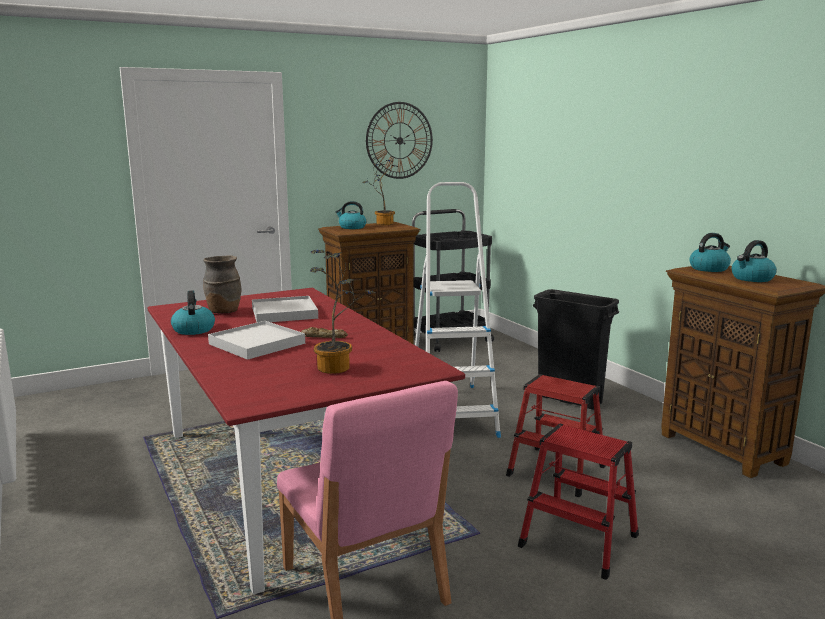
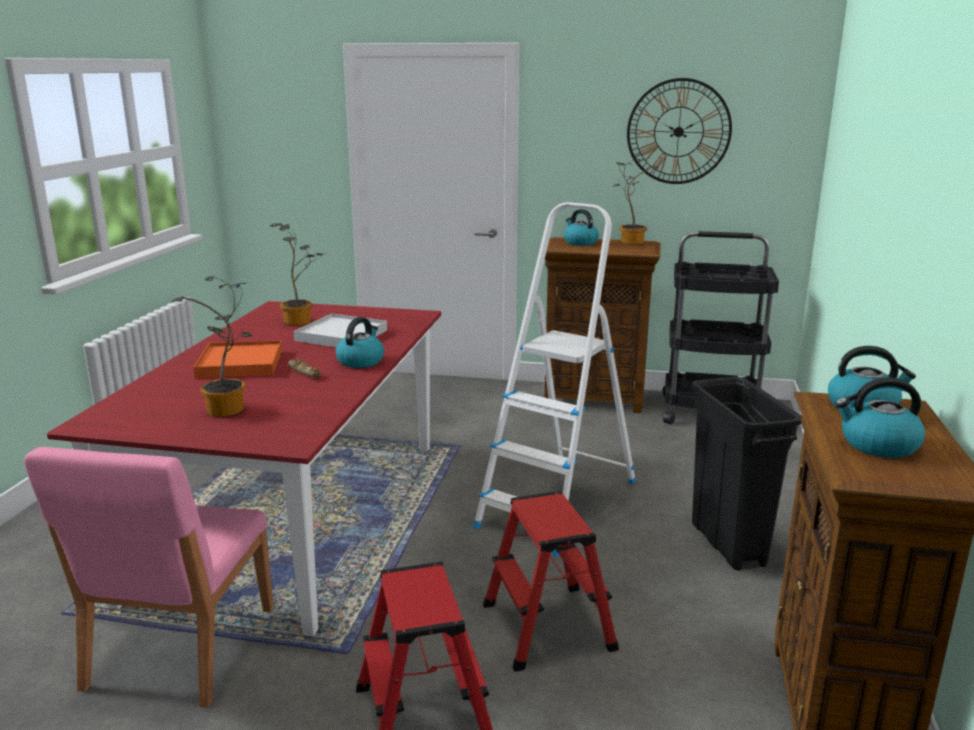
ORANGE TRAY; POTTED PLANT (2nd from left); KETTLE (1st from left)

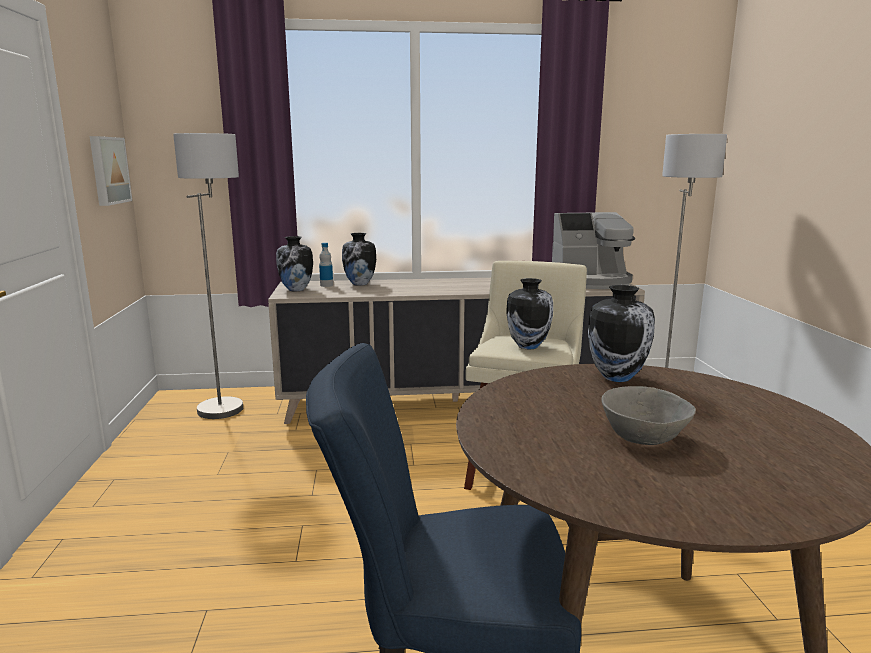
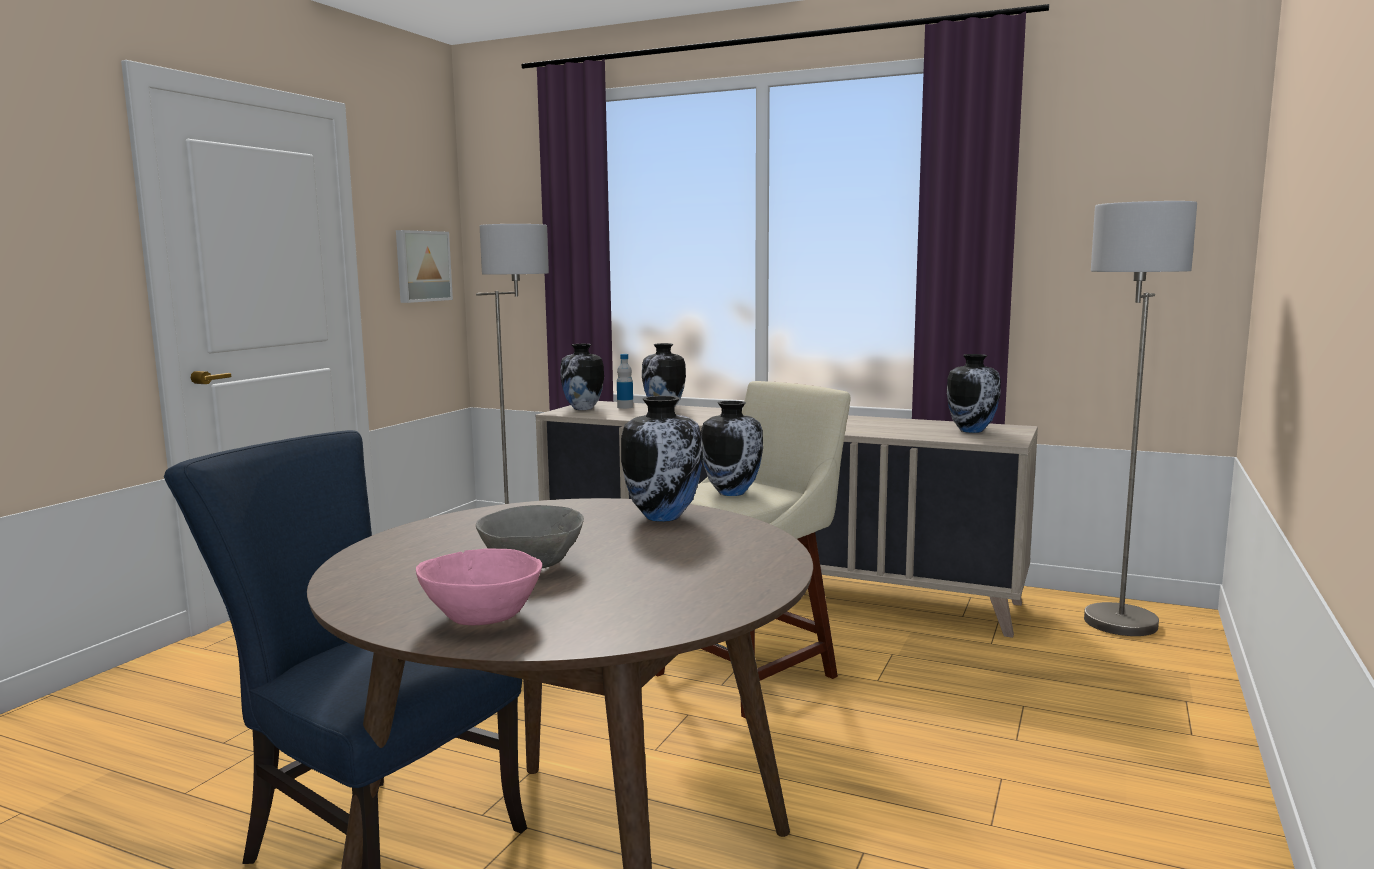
PINK BOWL; VASE (5th from left)

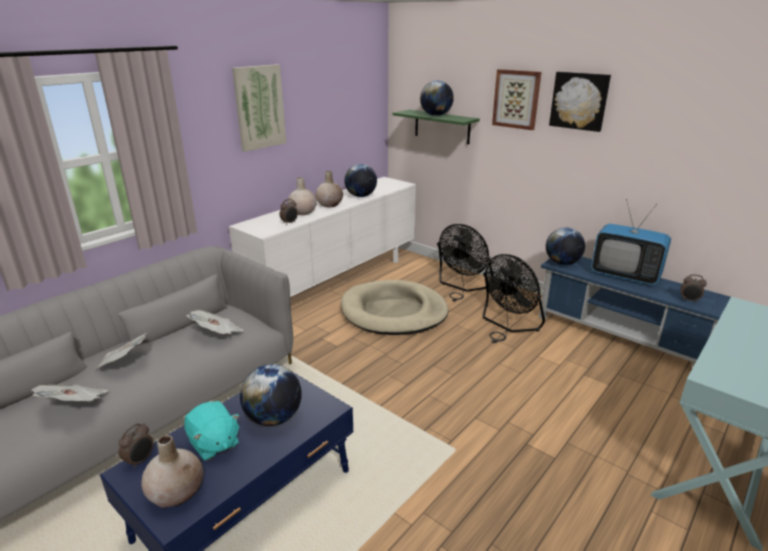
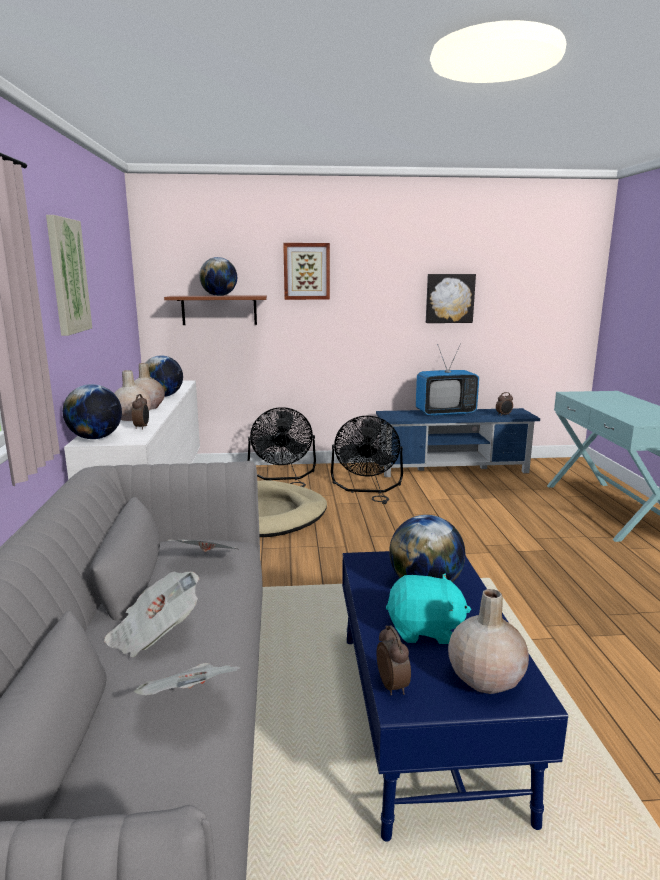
GLOBE (1st from left); BROWN SHELF; PICTURE (3rd from left)

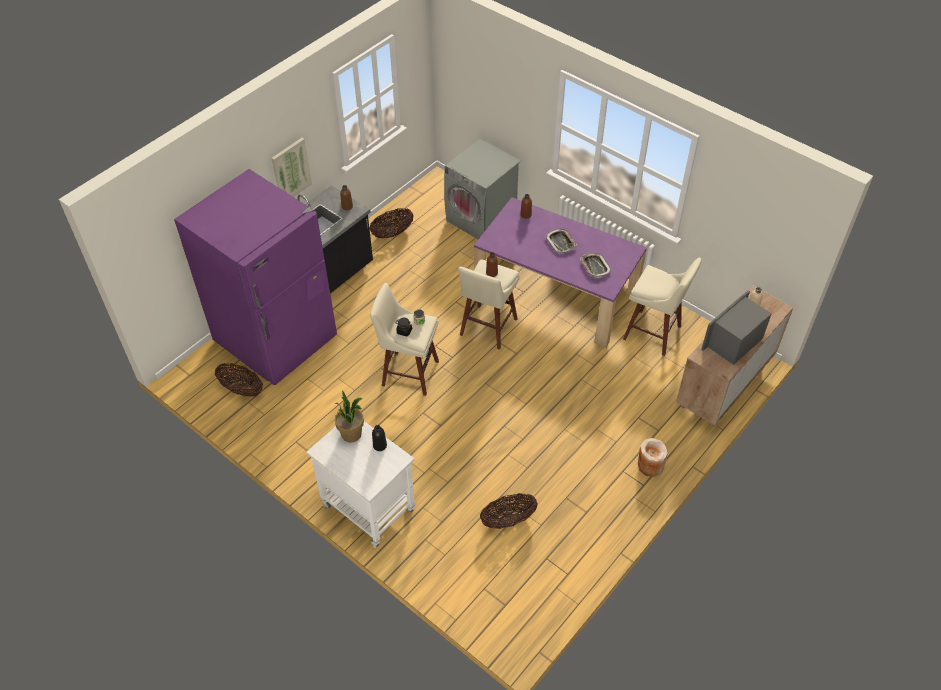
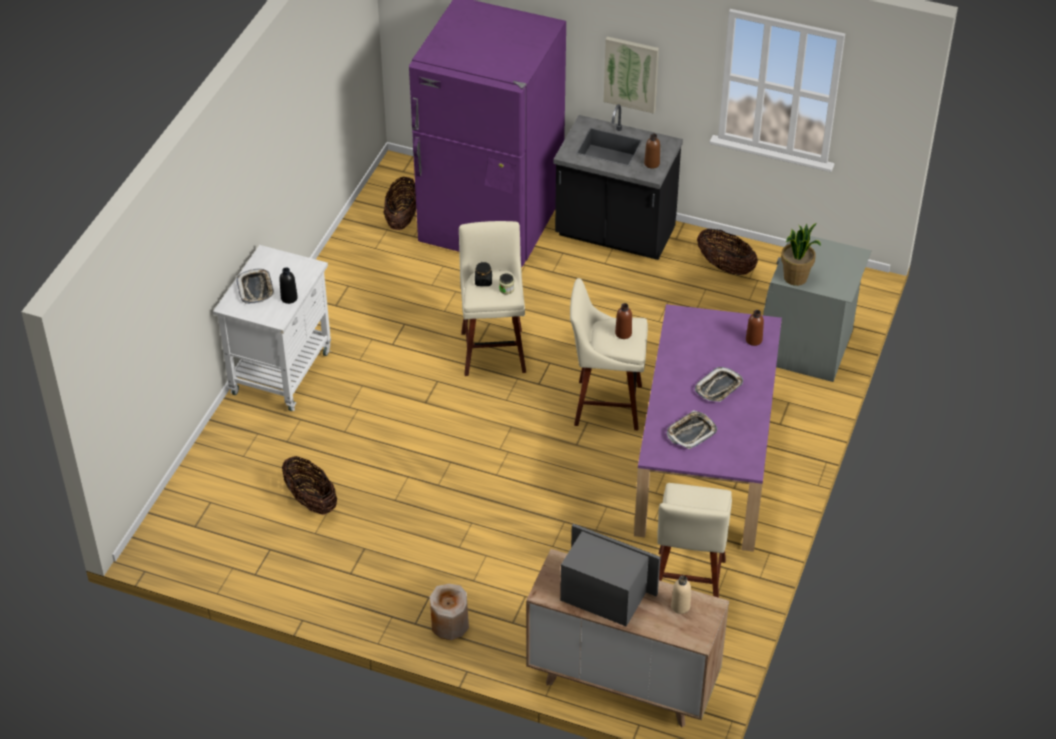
TRAY (1st from left); POTTED PLANT

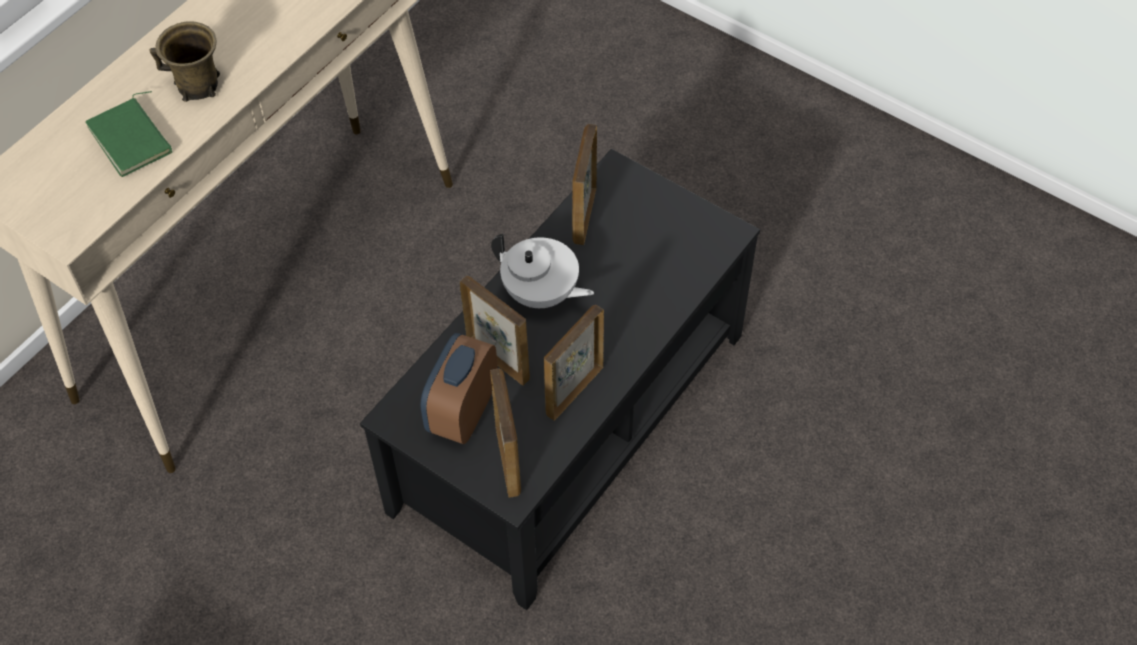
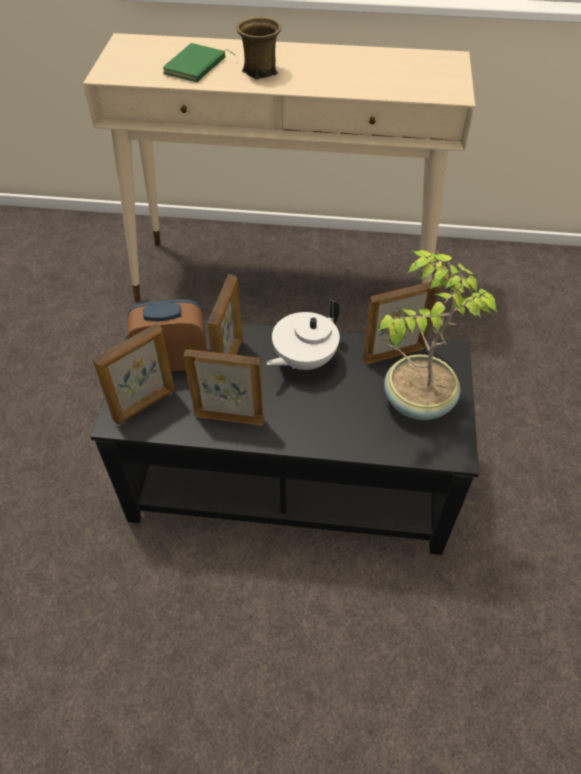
WHITE TEAPOT; POTTED PLANT

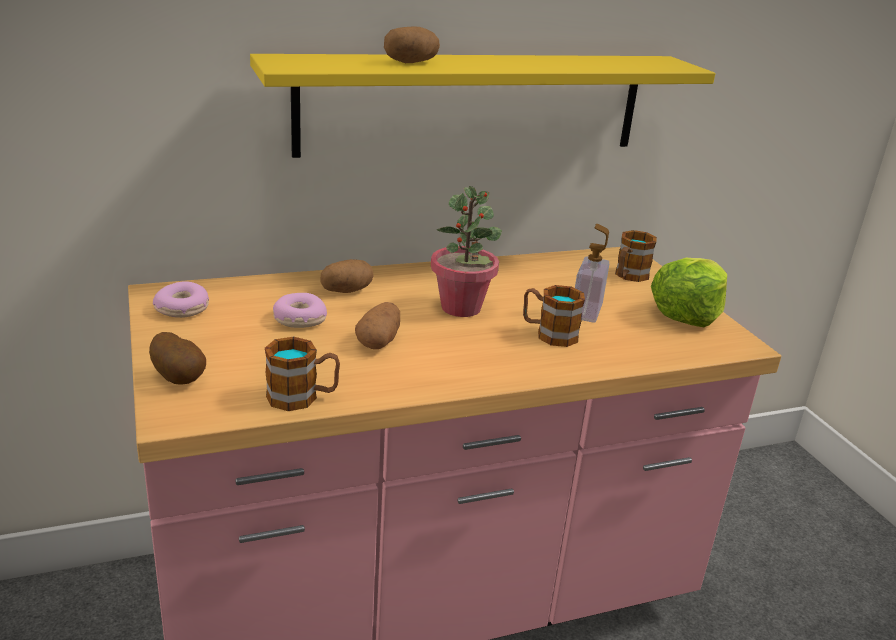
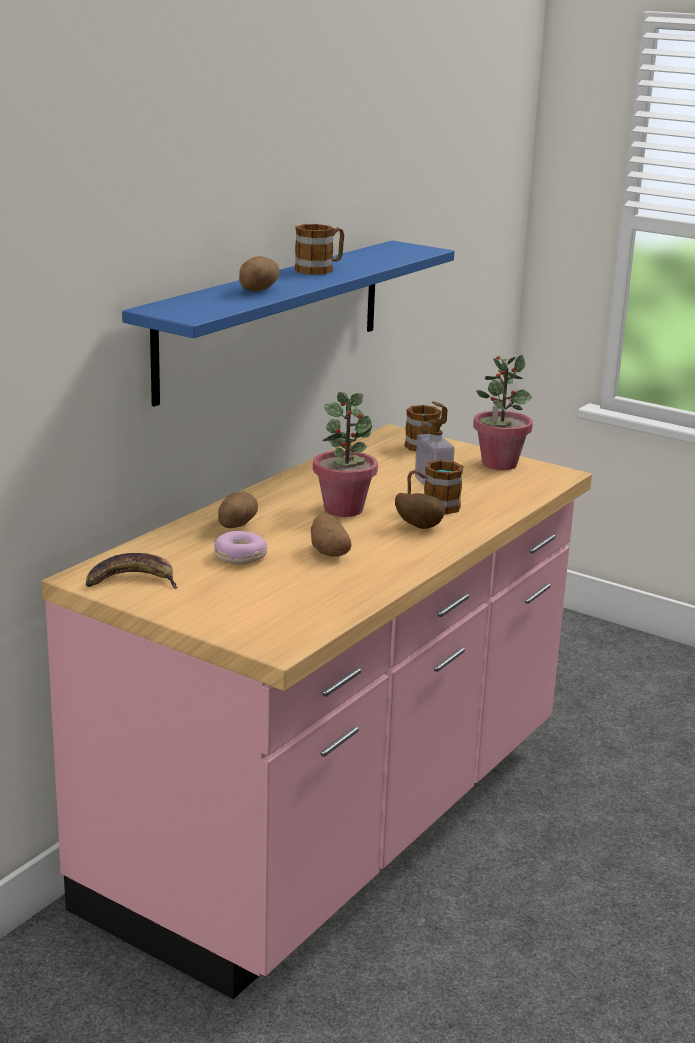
BANANA; BLUE SHELF; MUG (1st from left); POTATO (4th from left); POTTED PLANT (2nd from left)

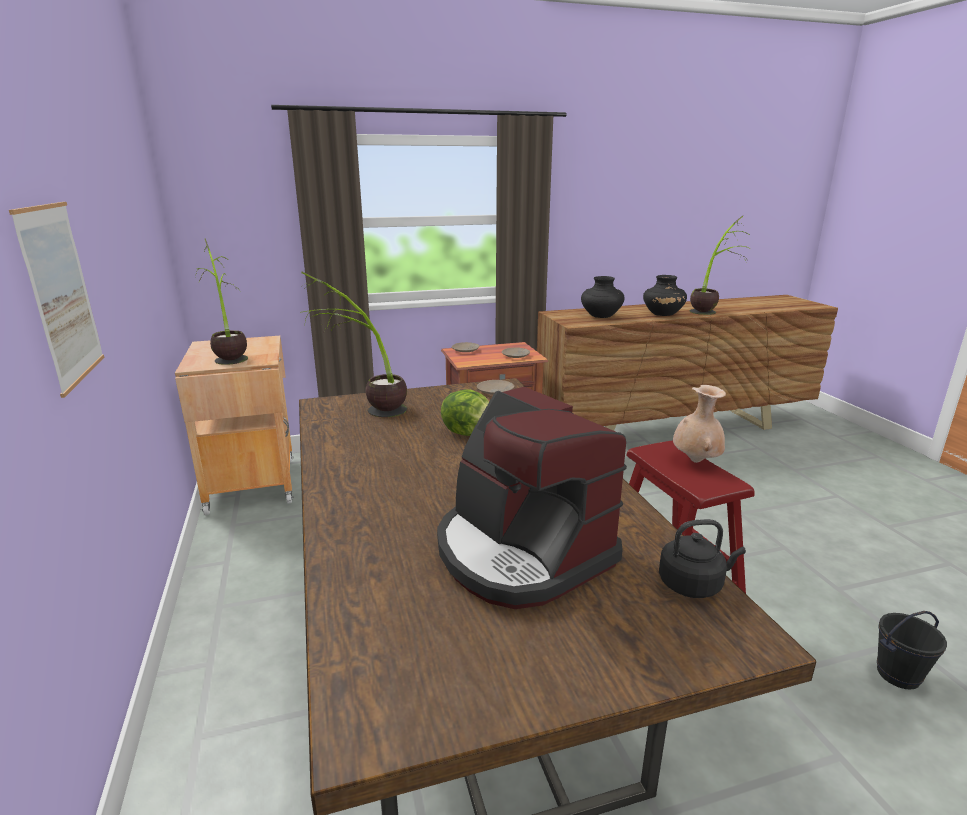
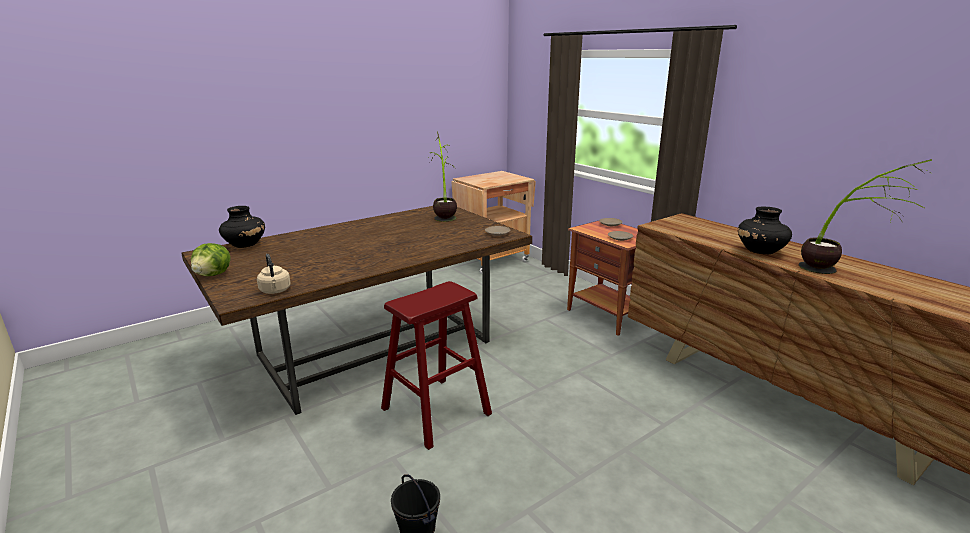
LETTUCE; BLACK VASE (1st from left); BEIGE KETTLE; PICTURE; POTTED PLANT (1st from left in the first image); COFFEE MACHINE; BEIGE VASE

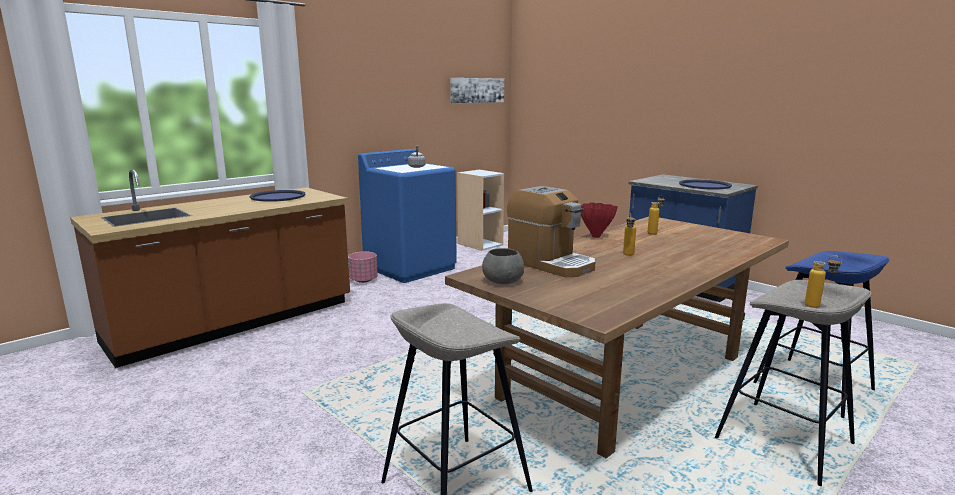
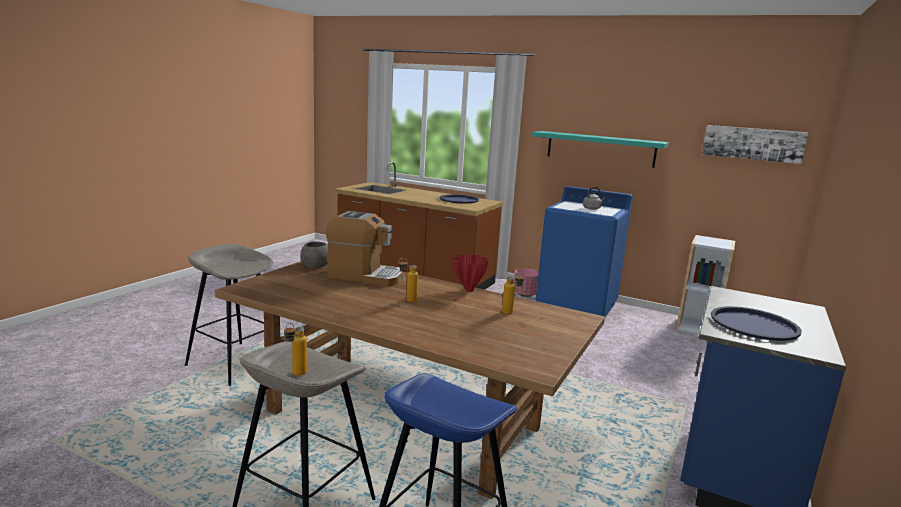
COFFEE MACHINE; TURQUOISE SHELF

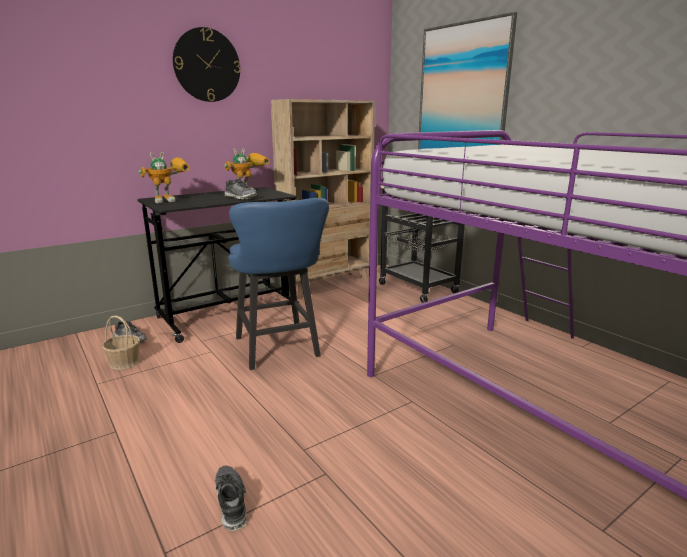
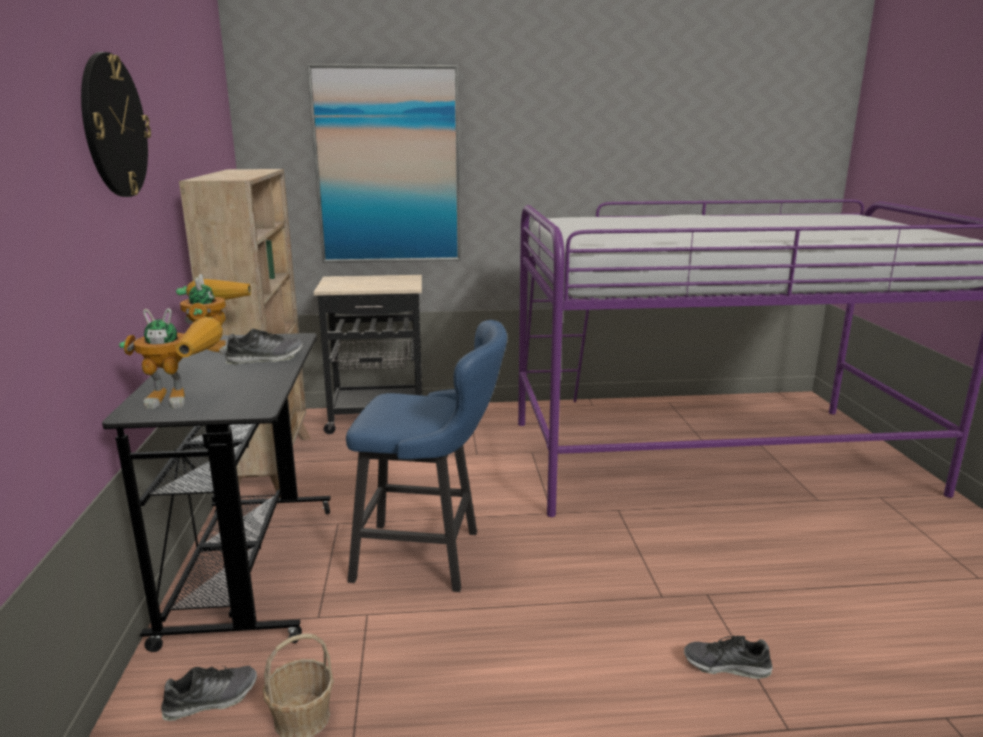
TOY ROBOT (1st from left)

